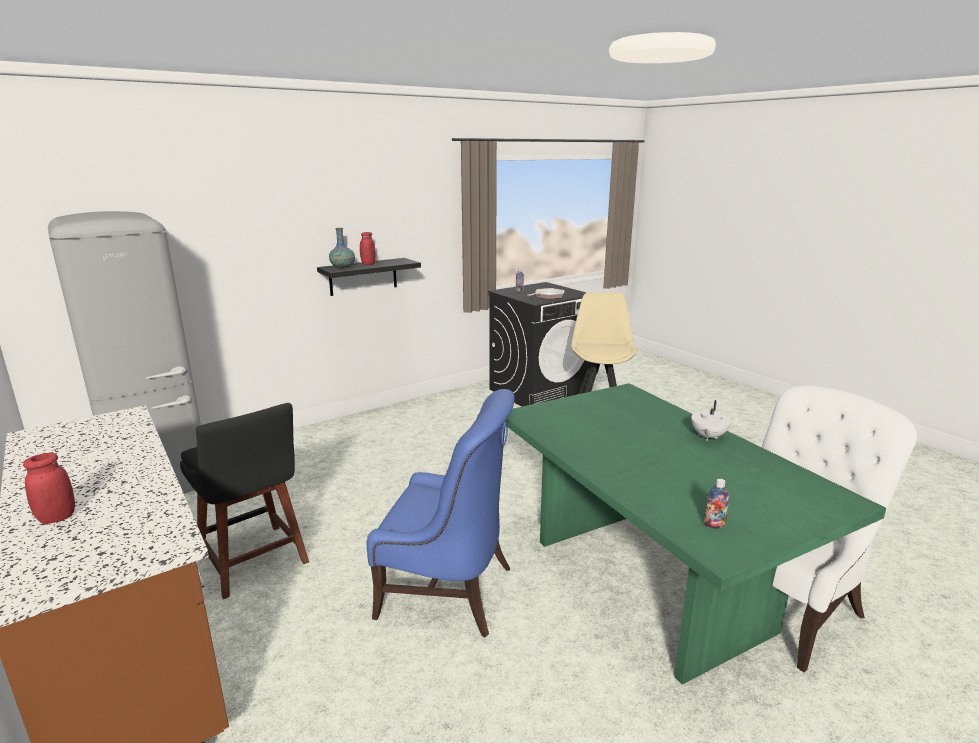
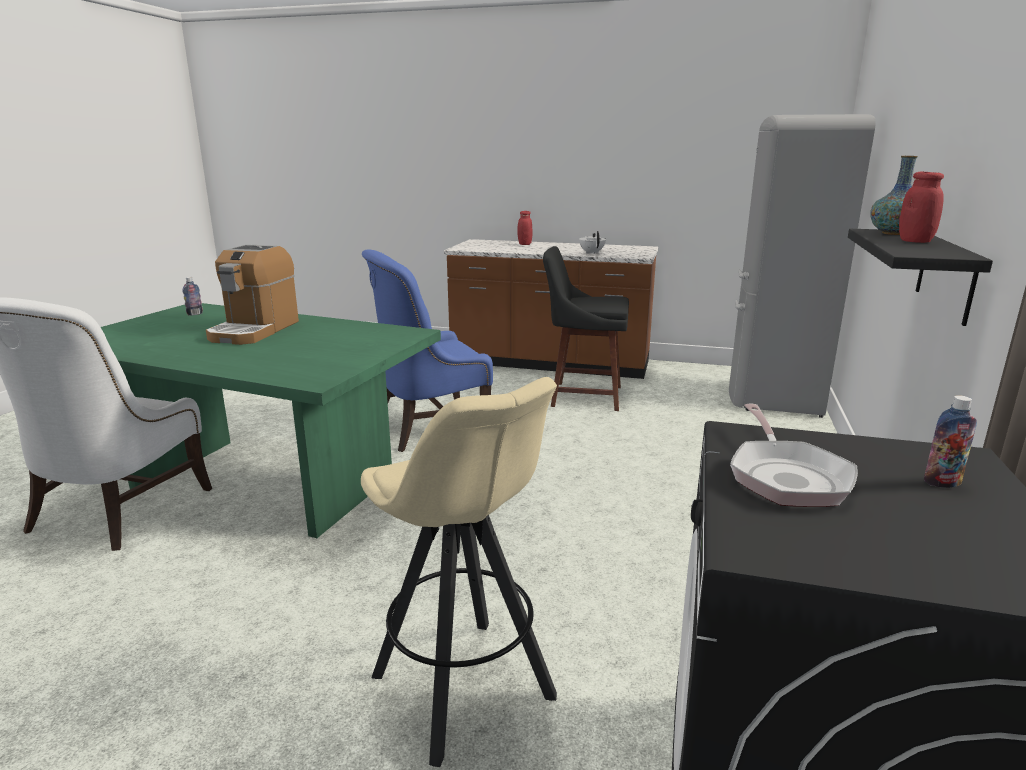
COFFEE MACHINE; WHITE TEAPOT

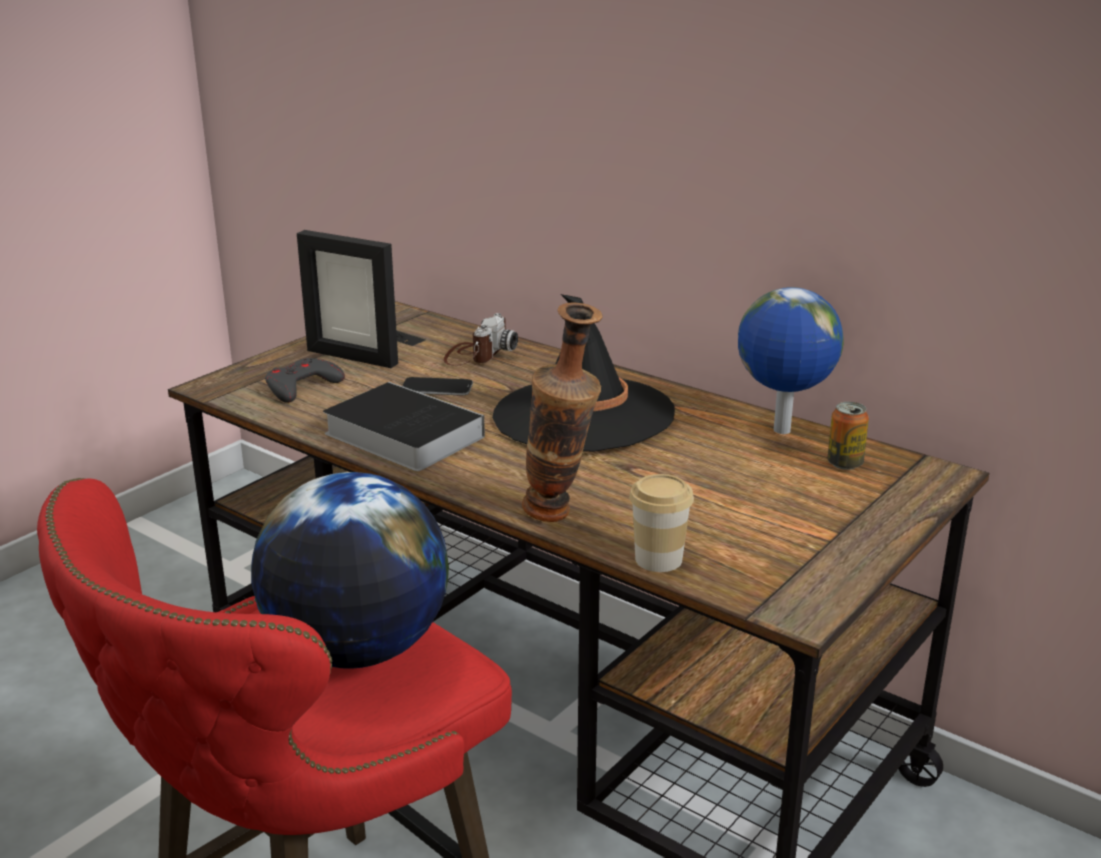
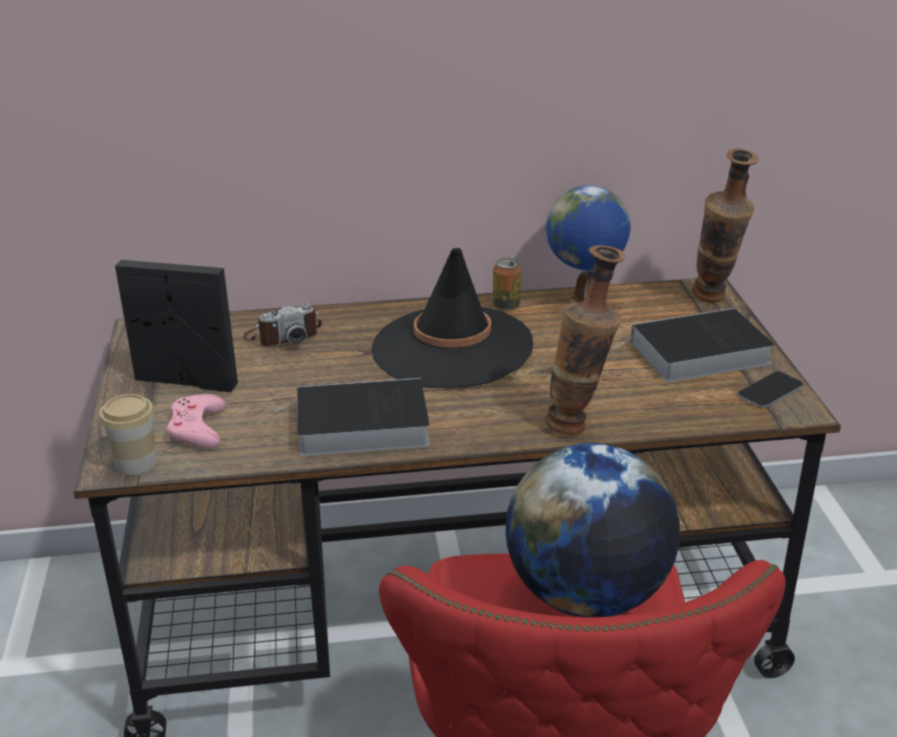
CUP; PICTURE FRAME; PINK GAME CONTROLLER; PHOTO CAMERA; CAN; BOOK (2nd from left); VASE (2nd from left); PHONE

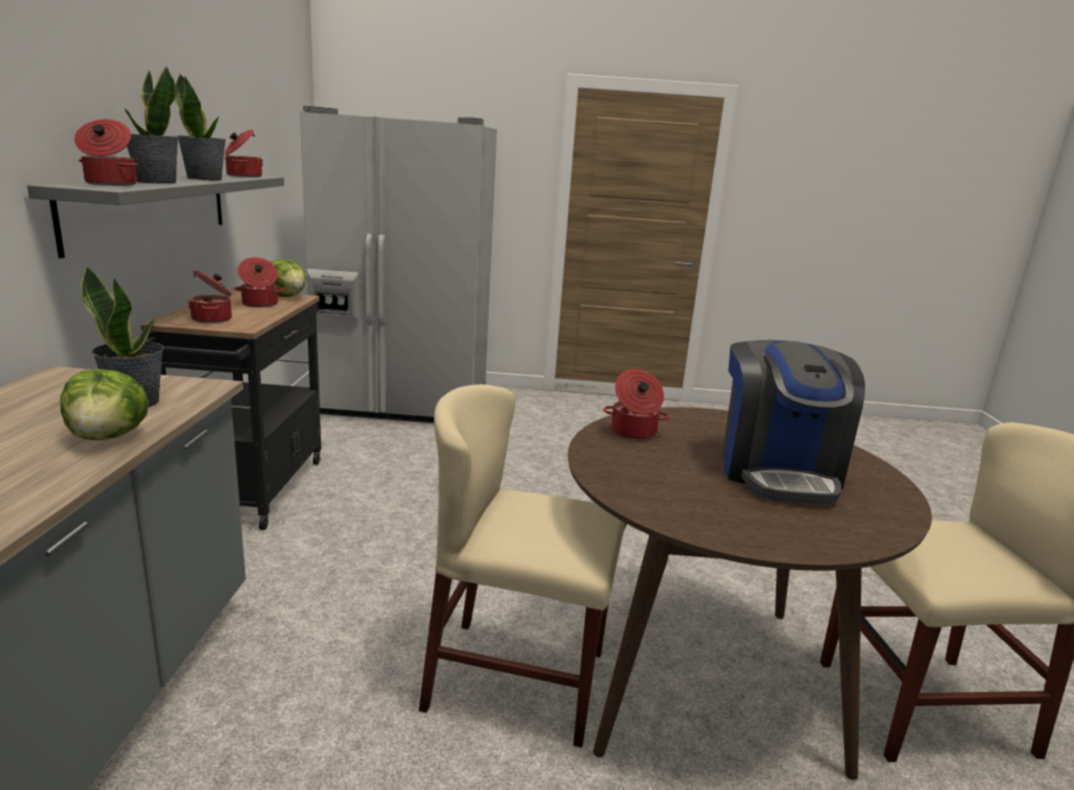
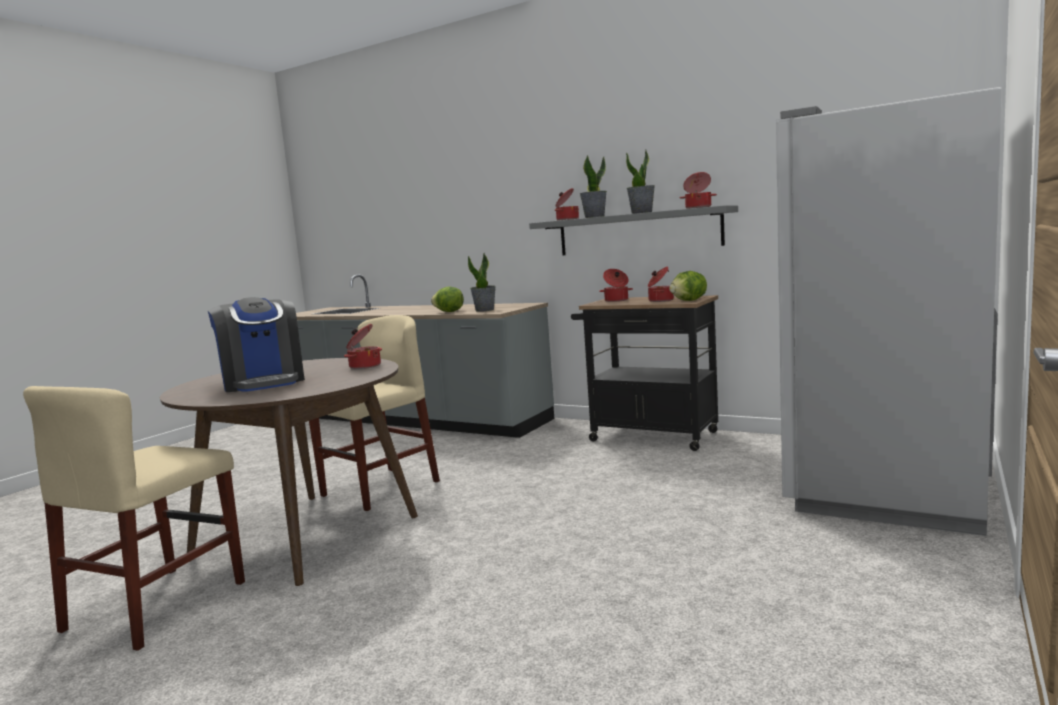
COFFEE MACHINE

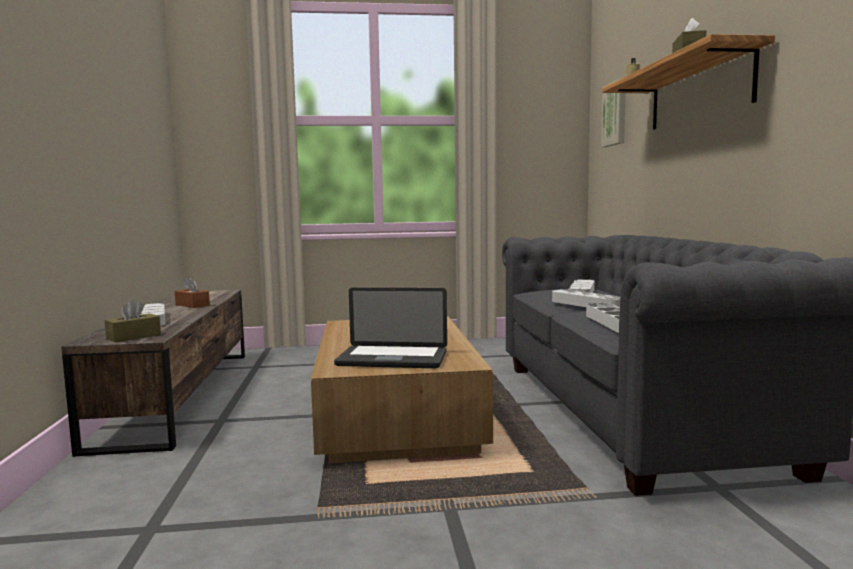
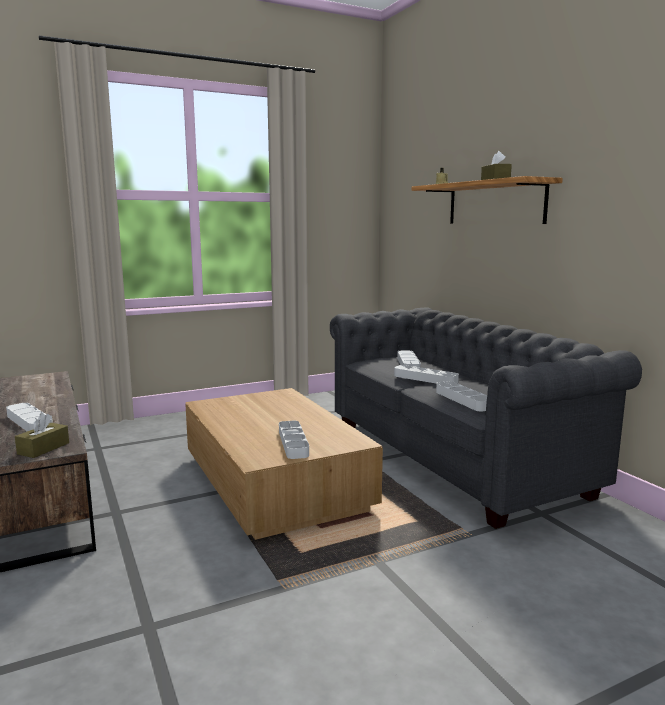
GREY TRAY (2nd from left); BROWN TISSUE BOX (2nd from left in the first image); PICTURE

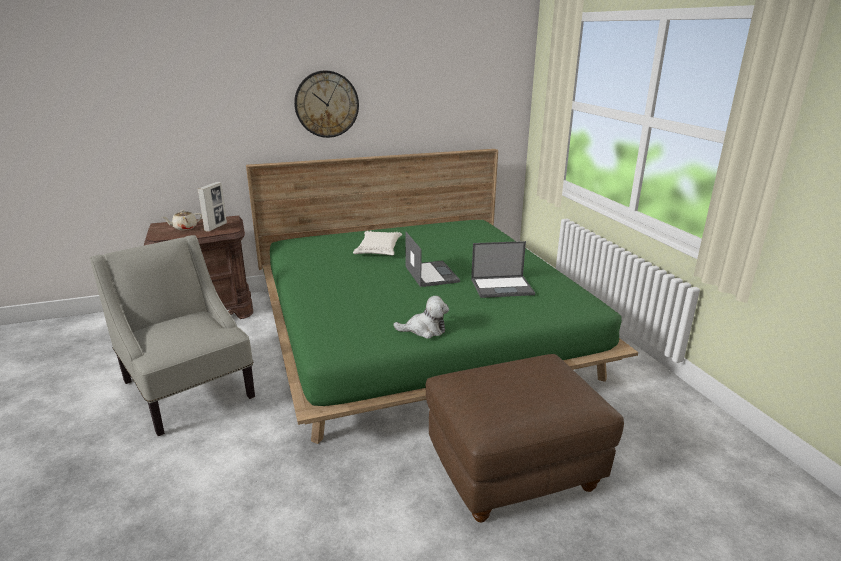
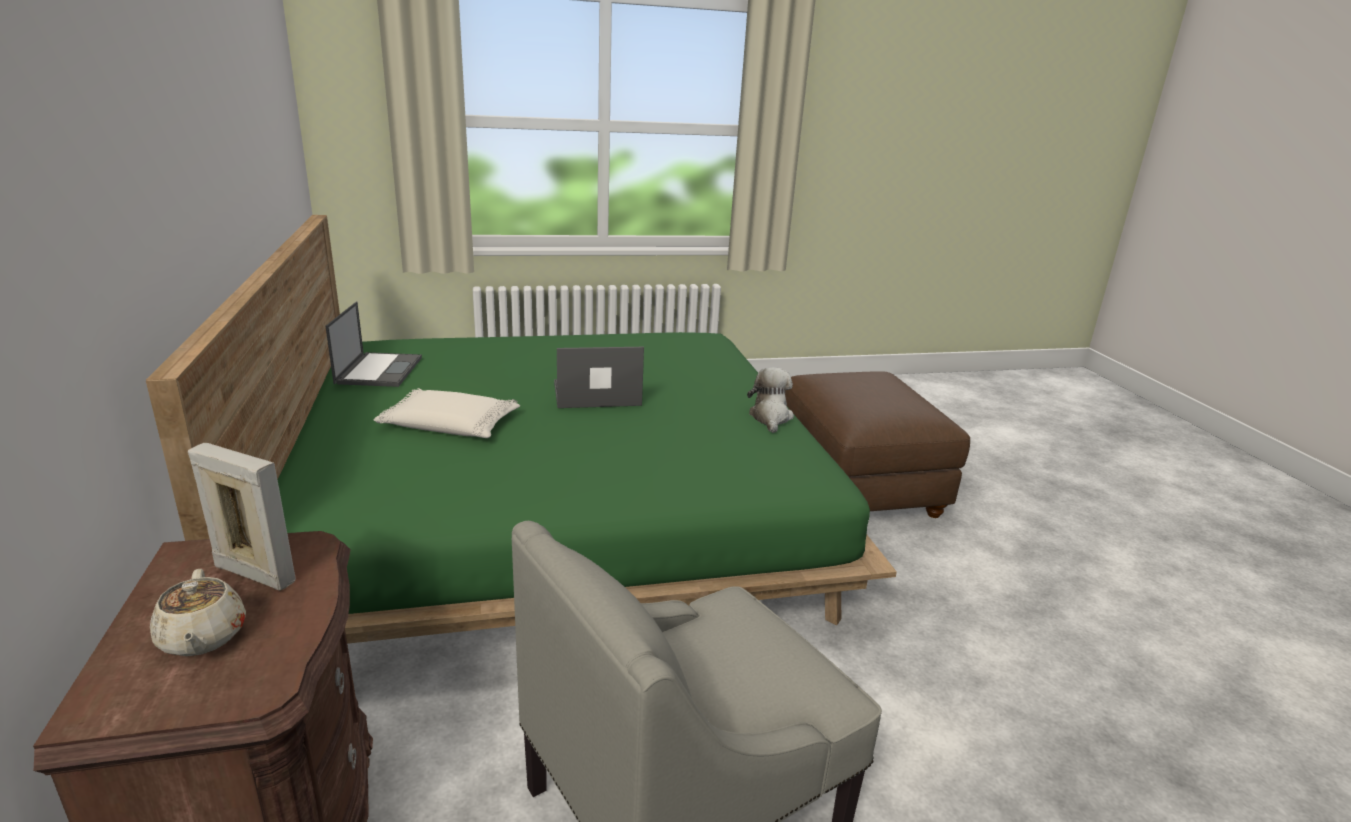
LAPTOP (1st from left); WALL CLOCK

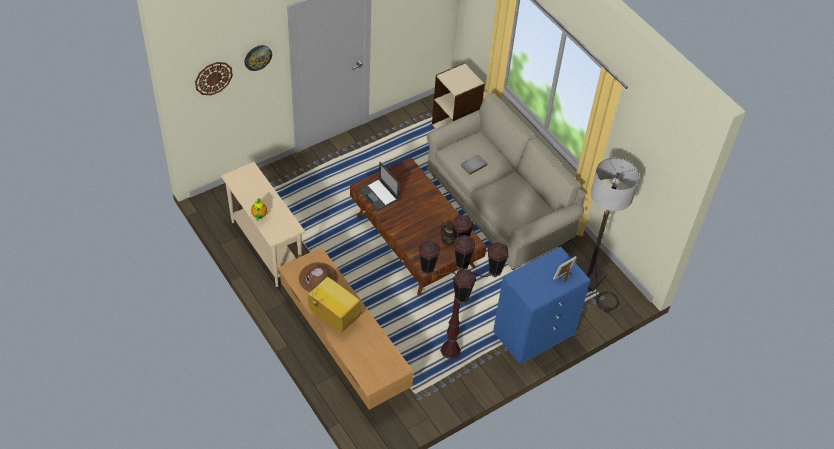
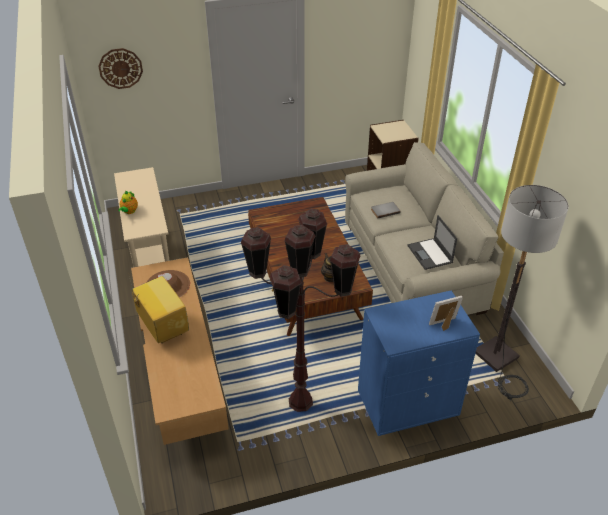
LAPTOP; WALL CLOCK (2nd from left in the first image)

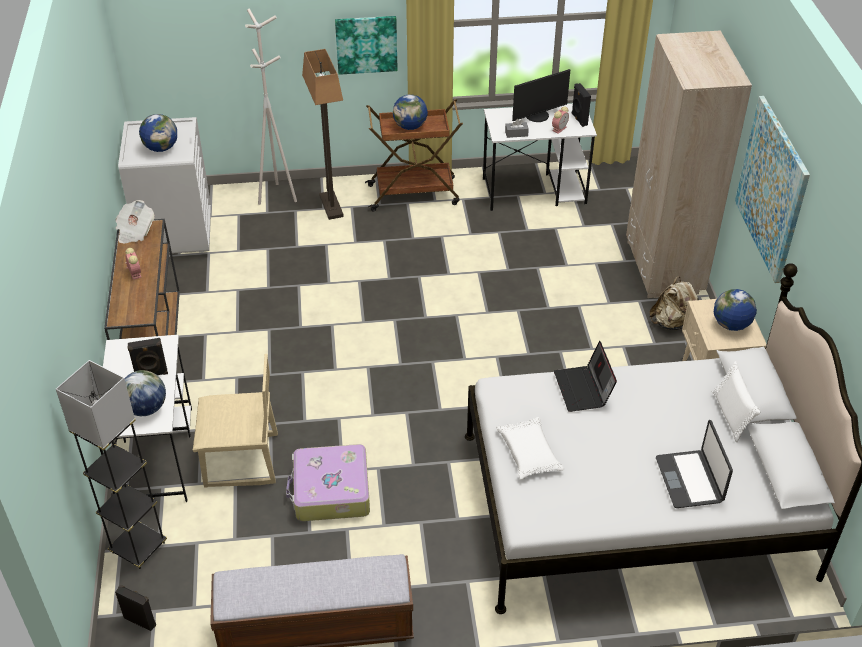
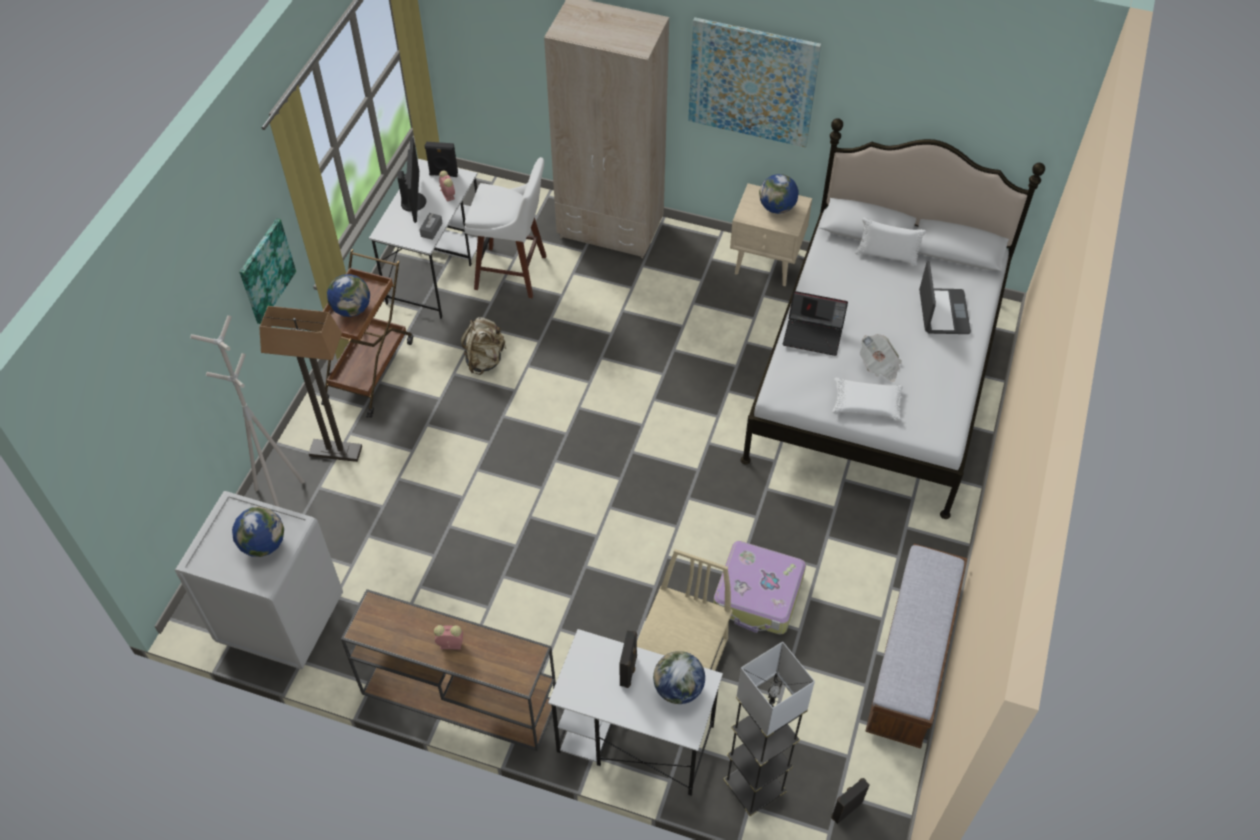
BEIGE BACKPACK; WHITE STOOL; NEWSPAPER; LAPTOP (2nd from left)

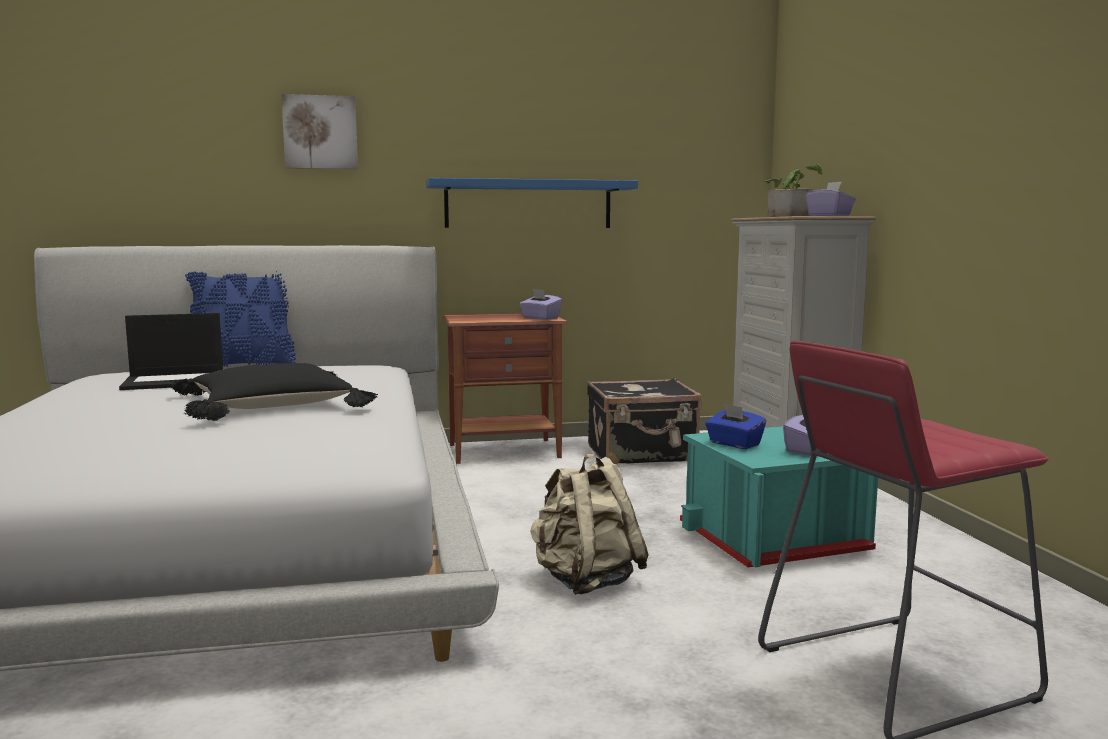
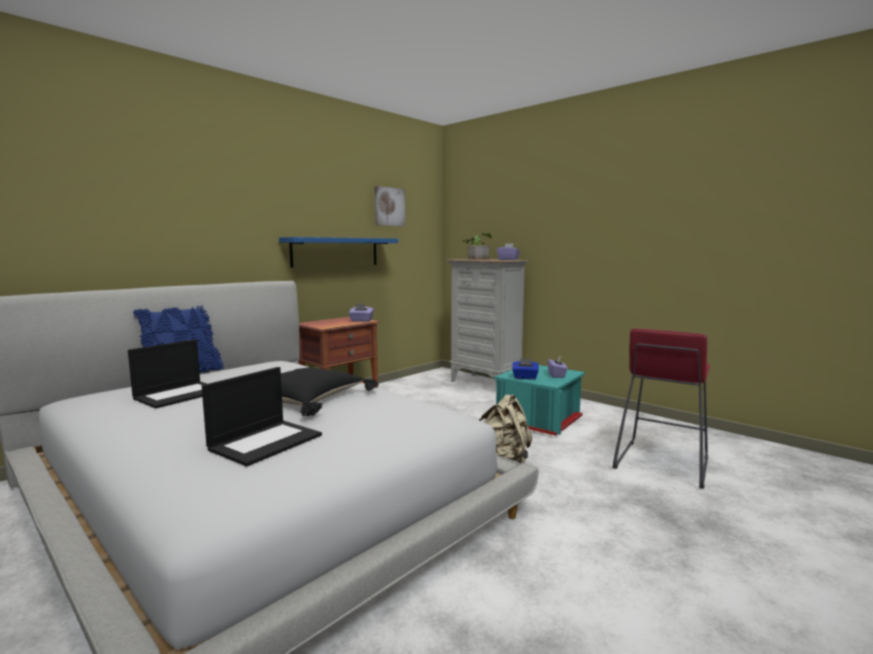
LAPTOP (2nd from left); PICTURE; BLACK SUITCASE

